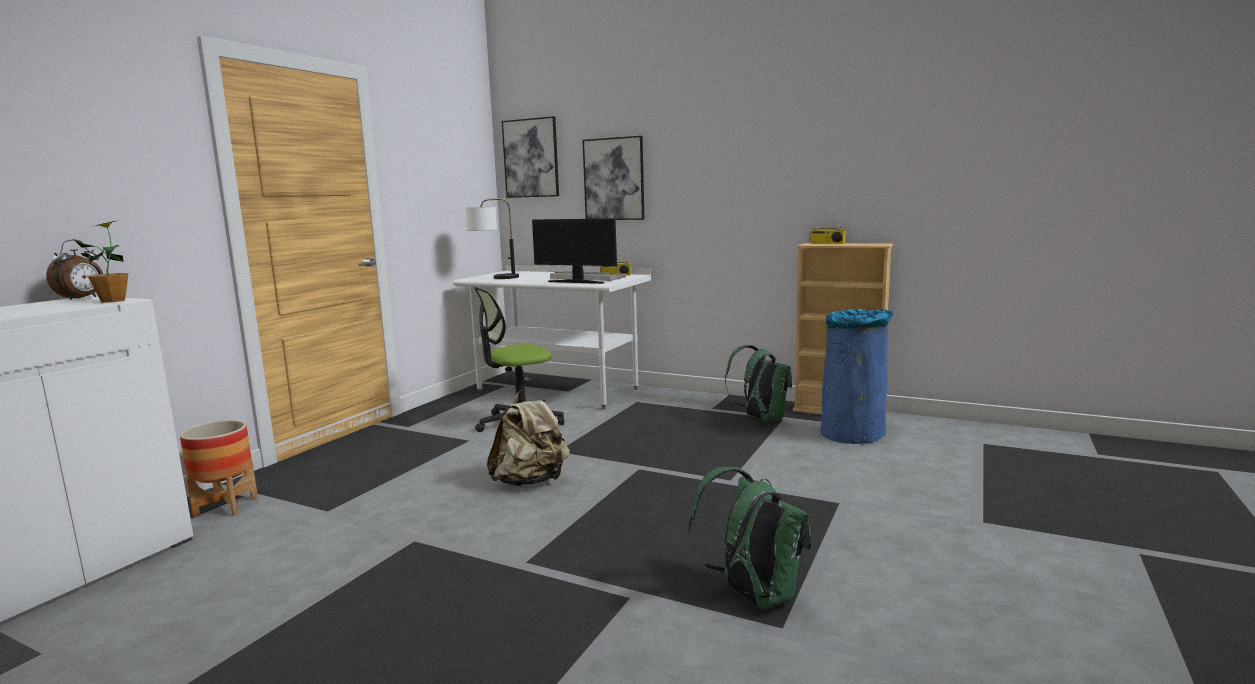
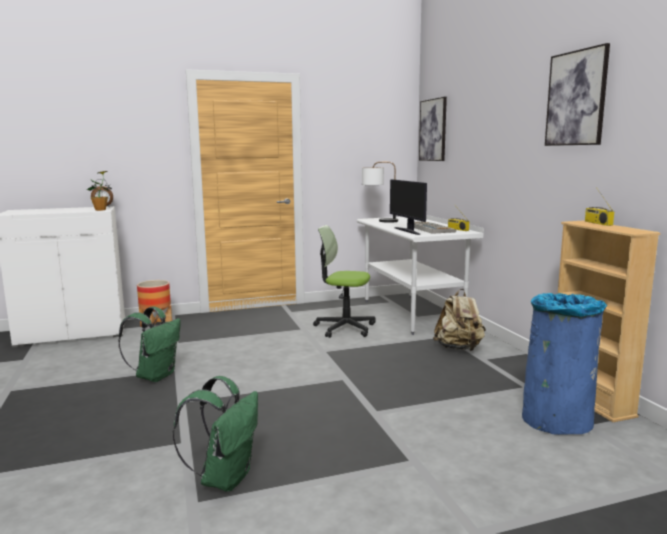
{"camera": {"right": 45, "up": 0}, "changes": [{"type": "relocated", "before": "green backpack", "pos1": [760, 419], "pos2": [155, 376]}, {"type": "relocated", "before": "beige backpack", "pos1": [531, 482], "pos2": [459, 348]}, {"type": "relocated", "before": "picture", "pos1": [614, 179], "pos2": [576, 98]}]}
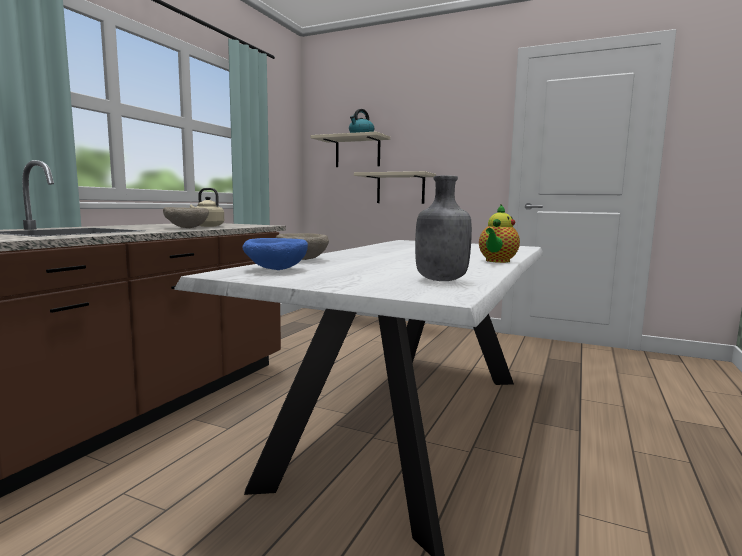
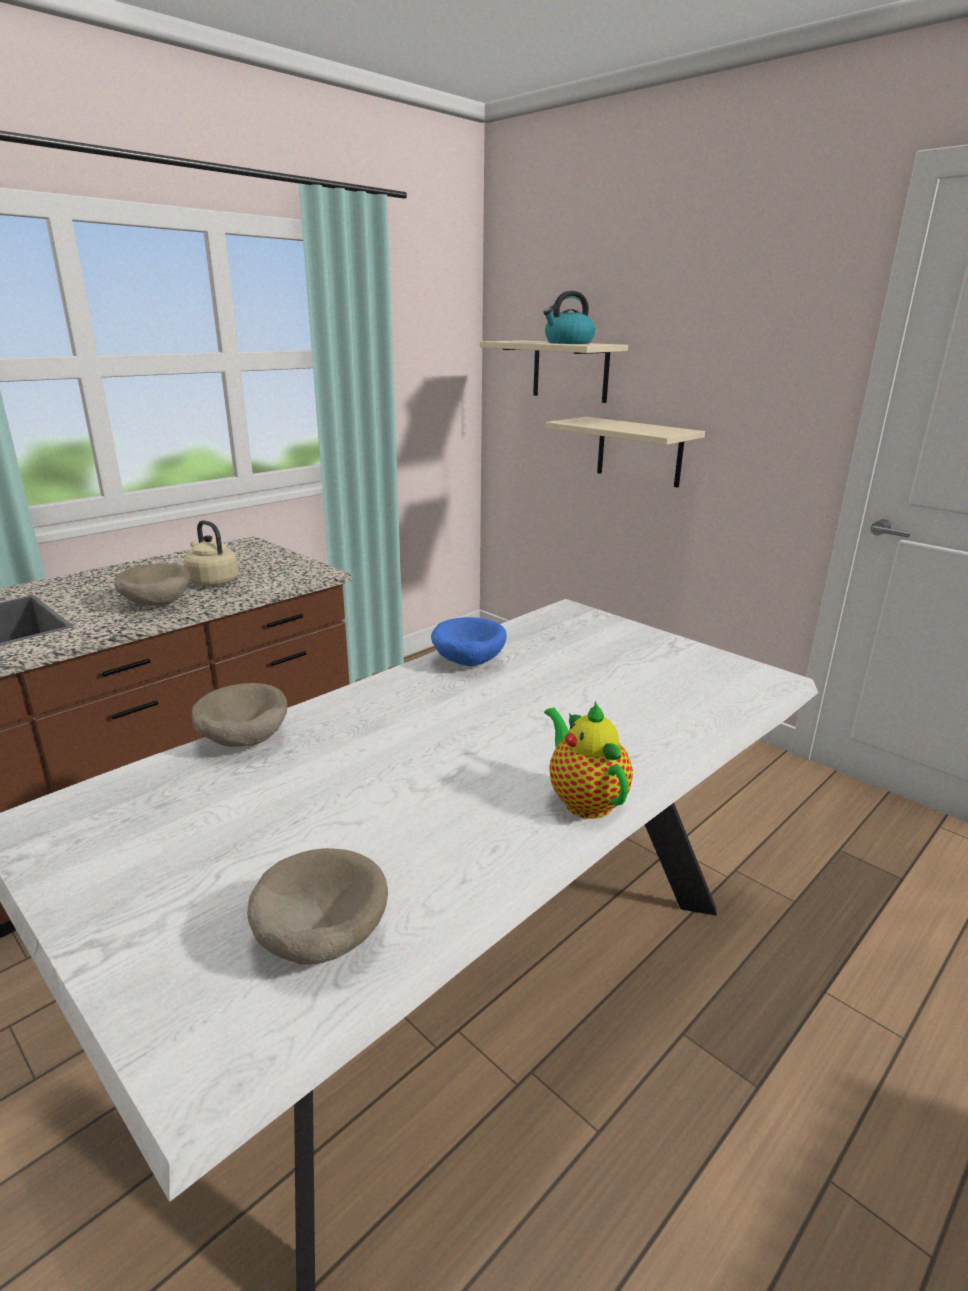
{"camera": {"right": 20, "up": 15}, "changes": [{"type": "exchanged", "before": "grey bottle", "after": "beige bowl", "pos1": [440, 280], "pos2": [319, 937]}, {"type": "relocated", "before": "blue bowl", "pos1": [274, 269], "pos2": [467, 661]}, {"type": "spun", "before": "teapot", "pos1": [497, 261], "pos2": [584, 800], "turn": 105}]}
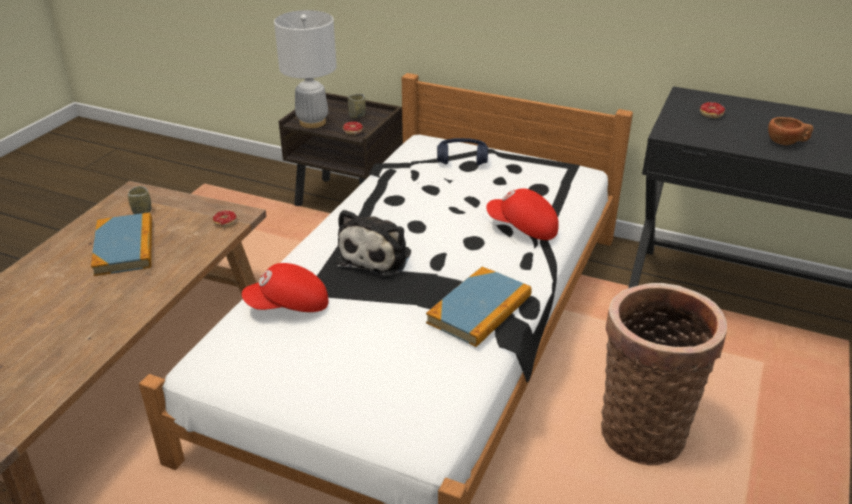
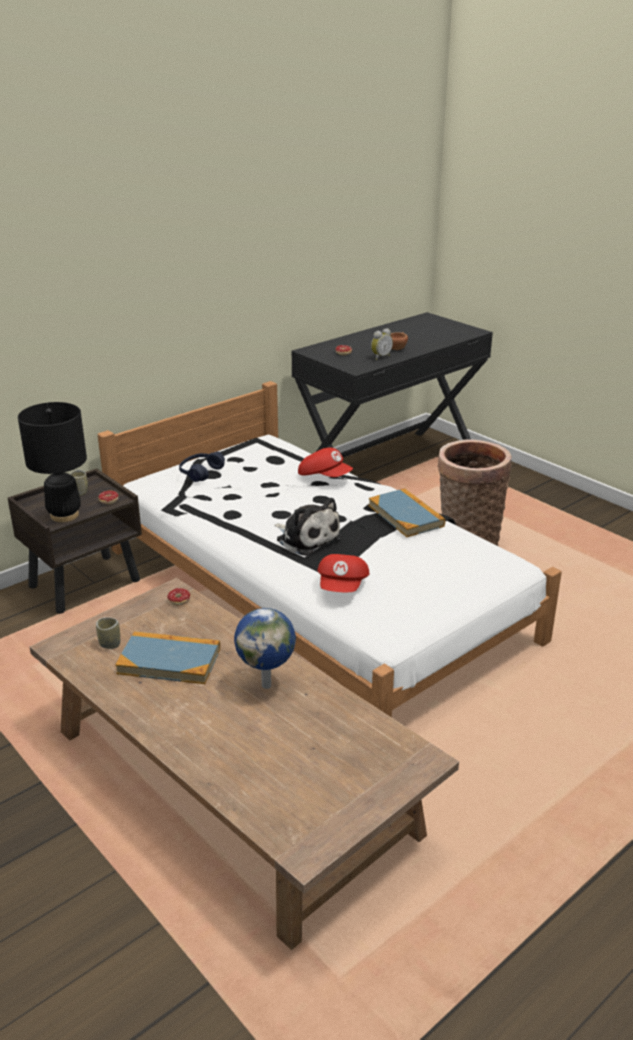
{"camera": {"right": -65, "up": -5}, "changes": [{"type": "colour", "before": "white table lamp", "after": "black table lamp", "pos1": [312, 122], "pos2": [64, 515]}, {"type": "appeared", "after": "globe", "pos2": [267, 684]}, {"type": "spun", "before": "red cap", "pos1": [522, 228], "pos2": [324, 476], "turn": -105}, {"type": "appeared", "after": "alarm clock", "pos2": [380, 357]}]}
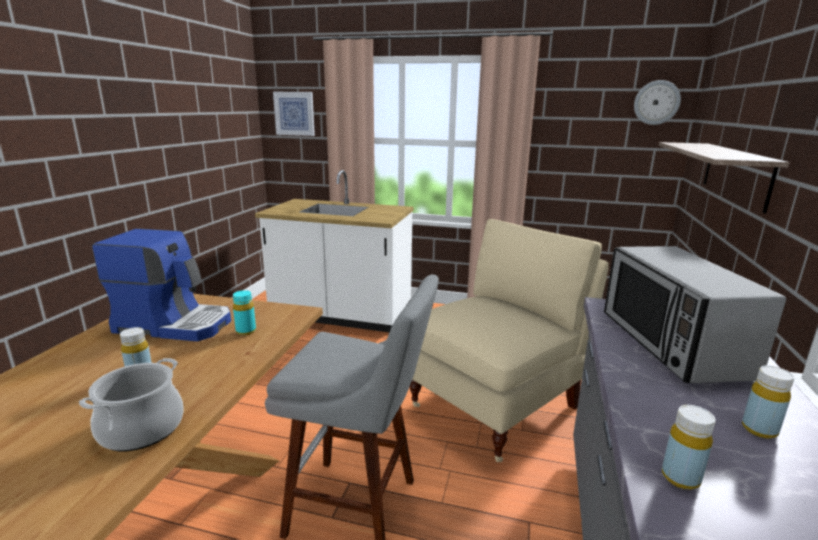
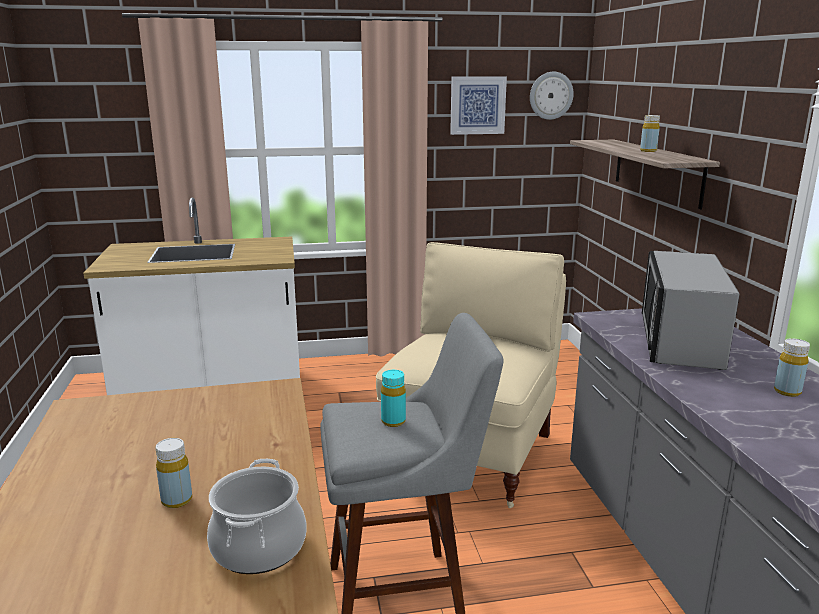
{"camera": {"right": -25, "up": 0}, "changes": [{"type": "relocated", "before": "turquoise bottle", "pos1": [246, 331], "pos2": [393, 421]}, {"type": "relocated", "before": "picture", "pos1": [294, 113], "pos2": [477, 105]}, {"type": "relocated", "before": "yellow bottle", "pos1": [680, 478], "pos2": [648, 151]}, {"type": "spun", "before": "microwave", "pos1": [671, 344], "pos2": [679, 341], "turn": 45}, {"type": "missing", "before": "coffee machine", "pos1": [175, 324]}]}
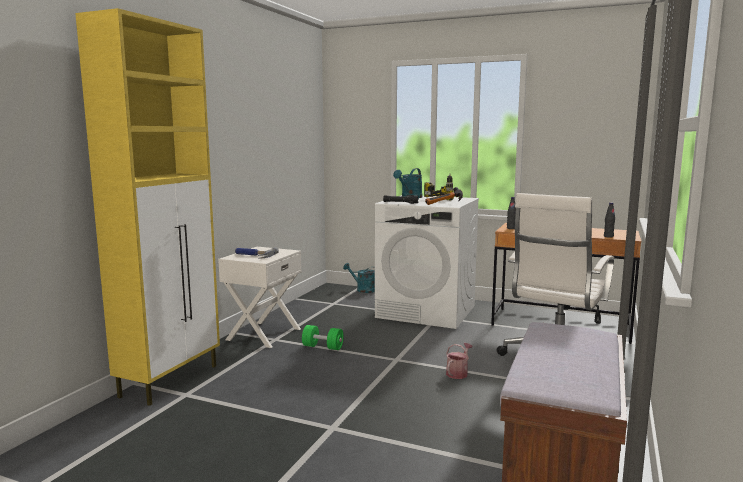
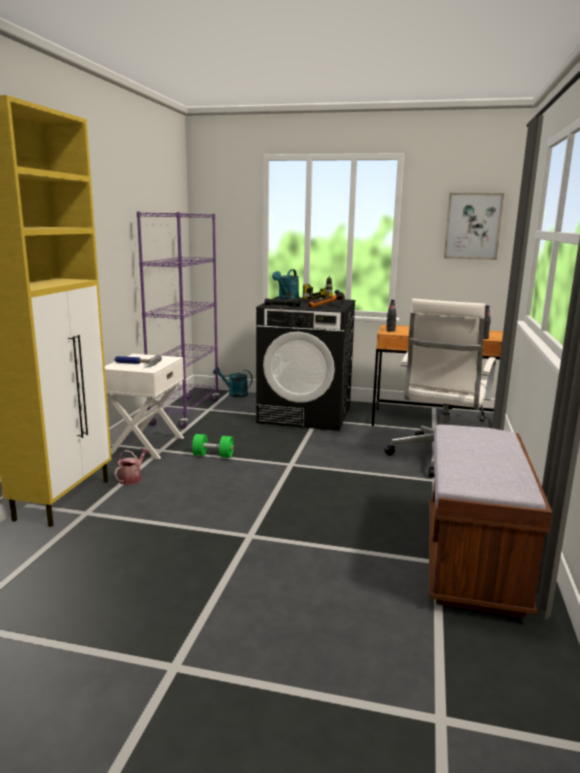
{"camera": {"right": -10, "up": 5}, "changes": [{"type": "relocated", "before": "watering can", "pos1": [458, 373], "pos2": [132, 478]}, {"type": "appeared", "after": "purple bookcase", "pos2": [185, 412]}, {"type": "colour", "before": "white washing machine", "after": "black washing machine", "pos1": [427, 311], "pos2": [306, 414]}, {"type": "appeared", "after": "picture", "pos2": [473, 226]}]}
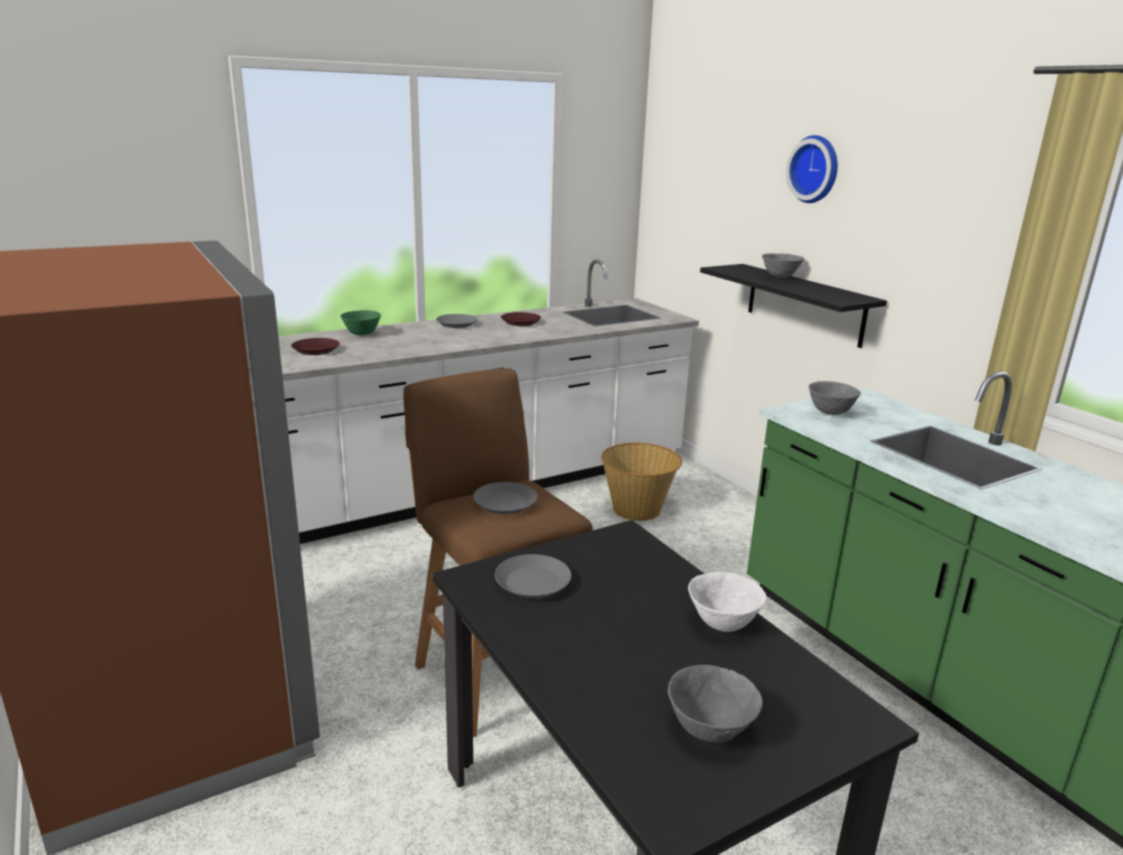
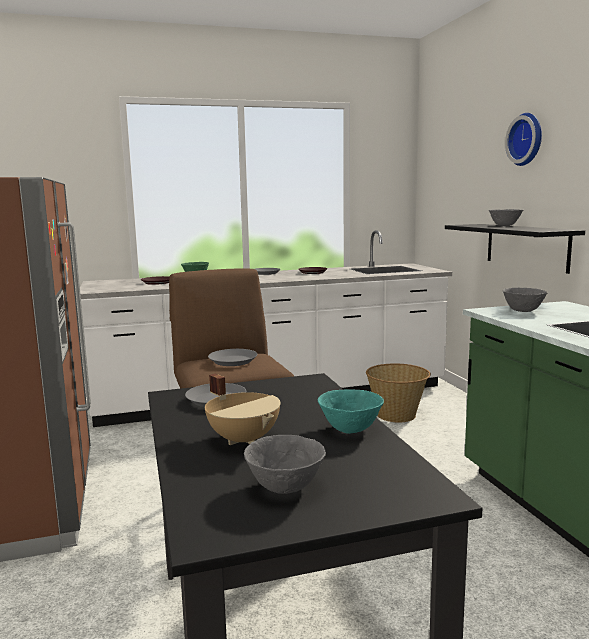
{"camera": {"right": 15, "up": -10}, "changes": [{"type": "appeared", "after": "beige cooking pot", "pos2": [244, 439]}, {"type": "colour", "before": "white bowl", "after": "turquoise bowl", "pos1": [722, 623], "pos2": [350, 429]}]}
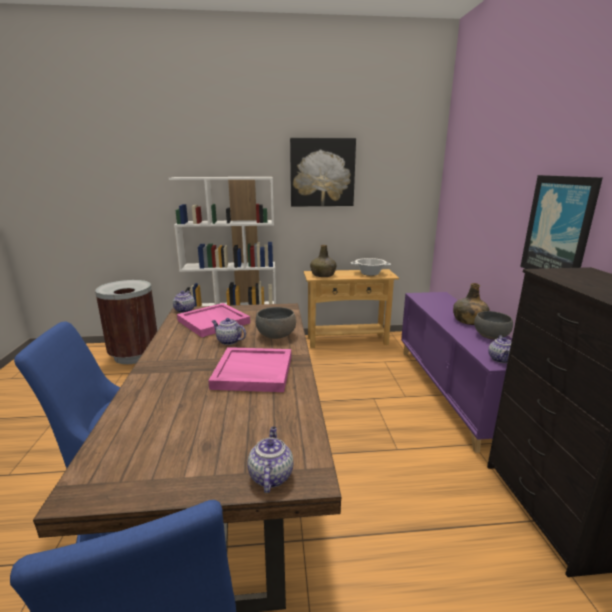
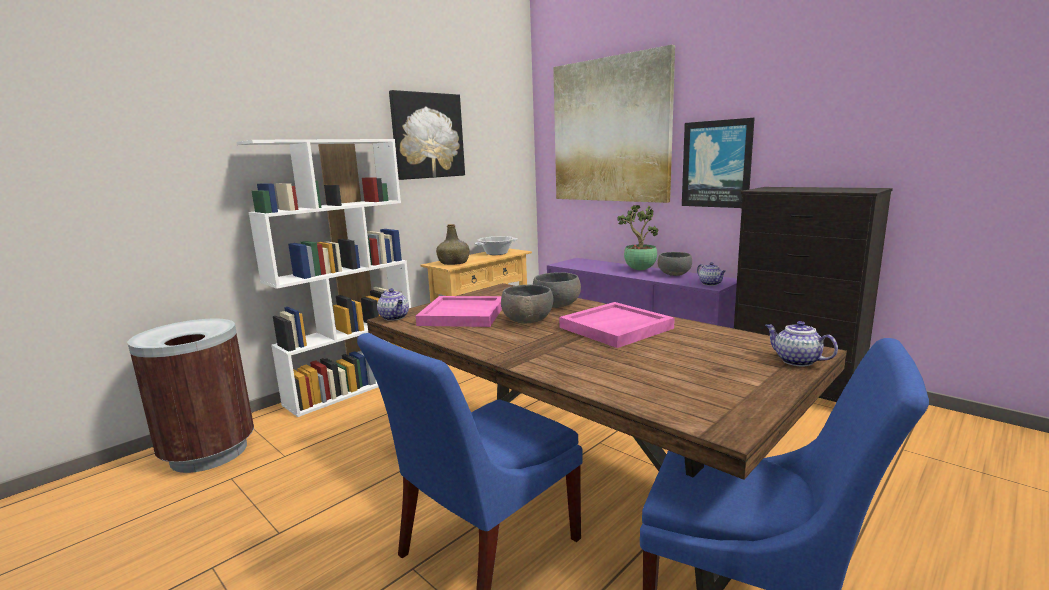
{"camera": {"right": -40, "up": -5}, "changes": [{"type": "exchanged", "before": "teapot", "after": "grey bowl", "pos1": [228, 341], "pos2": [527, 320]}, {"type": "appeared", "after": "picture", "pos2": [610, 131]}, {"type": "exchanged", "before": "green bottle", "after": "potted plant", "pos1": [468, 321], "pos2": [639, 270]}]}
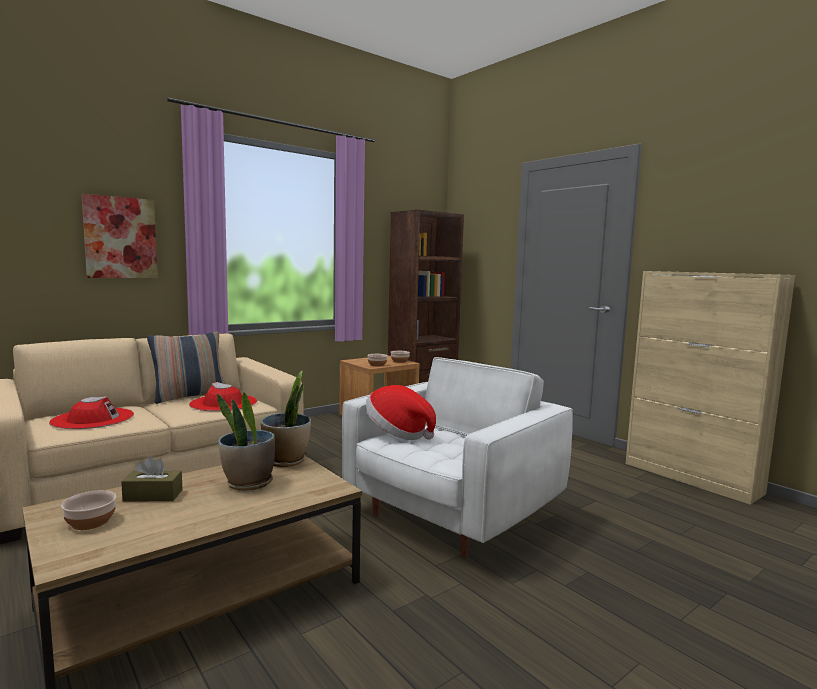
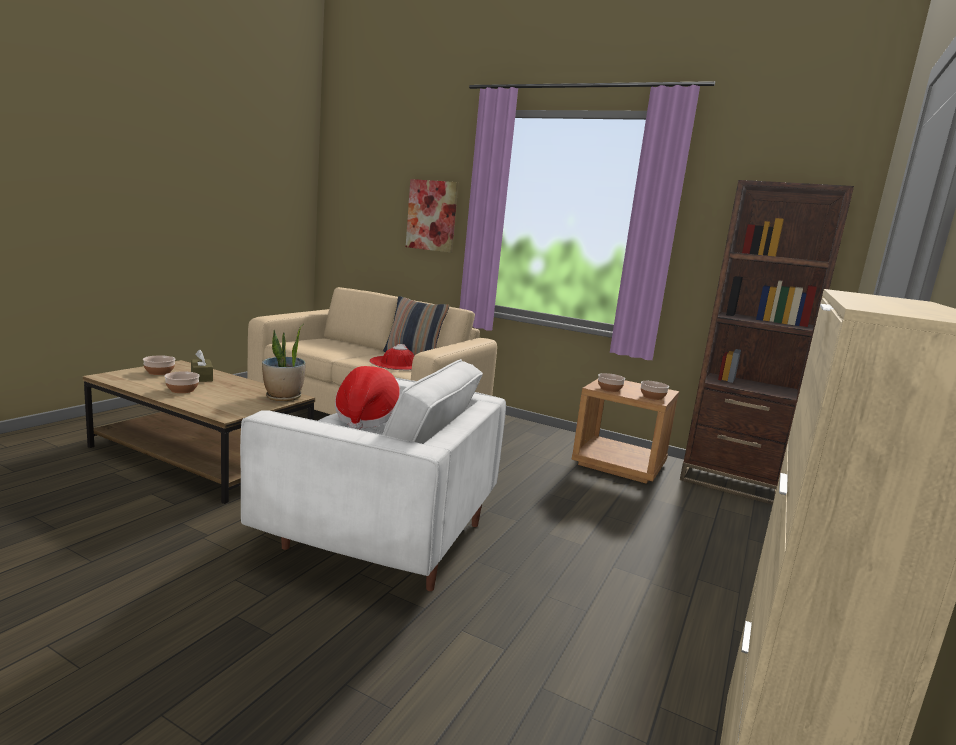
{"camera": {"right": 65, "up": 5}, "changes": [{"type": "appeared", "after": "bowl", "pos2": [182, 390]}, {"type": "missing", "before": "red hat", "pos1": [93, 419]}, {"type": "missing", "before": "potted plant", "pos1": [248, 483]}]}
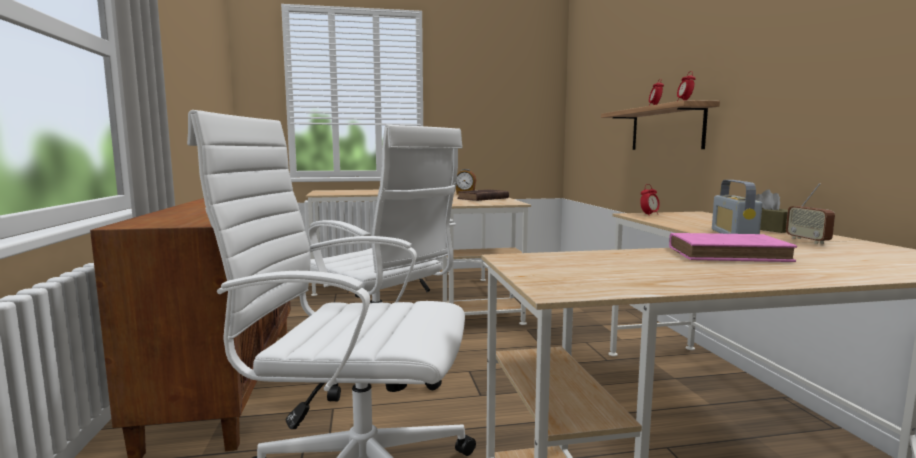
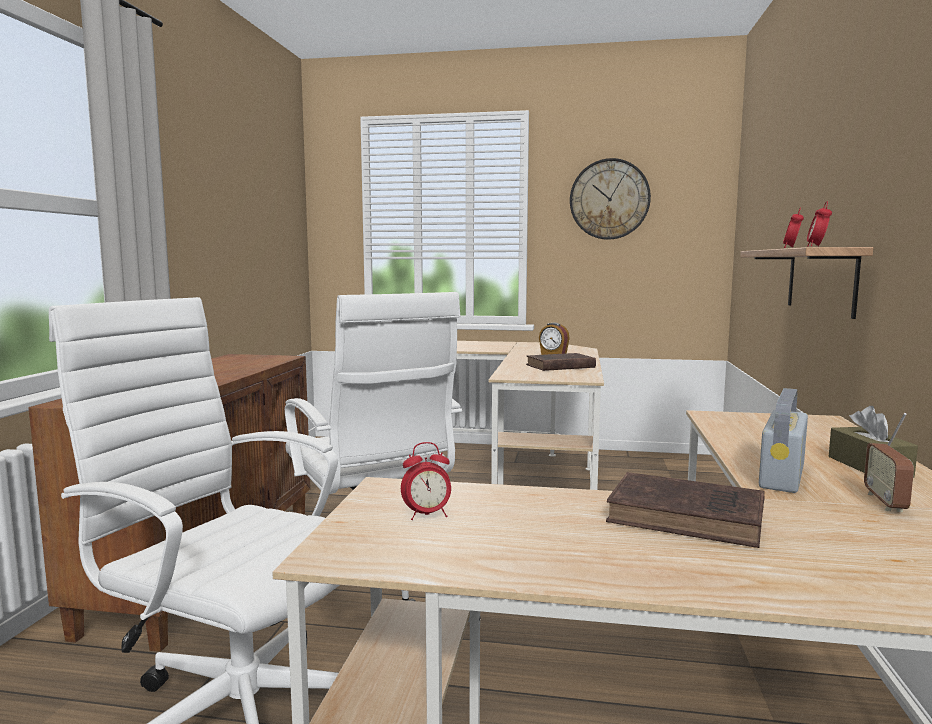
{"camera": {"right": 20, "up": 0}, "changes": [{"type": "relocated", "before": "alarm clock", "pos1": [649, 215], "pos2": [427, 515]}, {"type": "appeared", "after": "wall clock", "pos2": [609, 199]}, {"type": "colour", "before": "pink book", "after": "brown book", "pos1": [730, 254], "pos2": [690, 518]}]}
